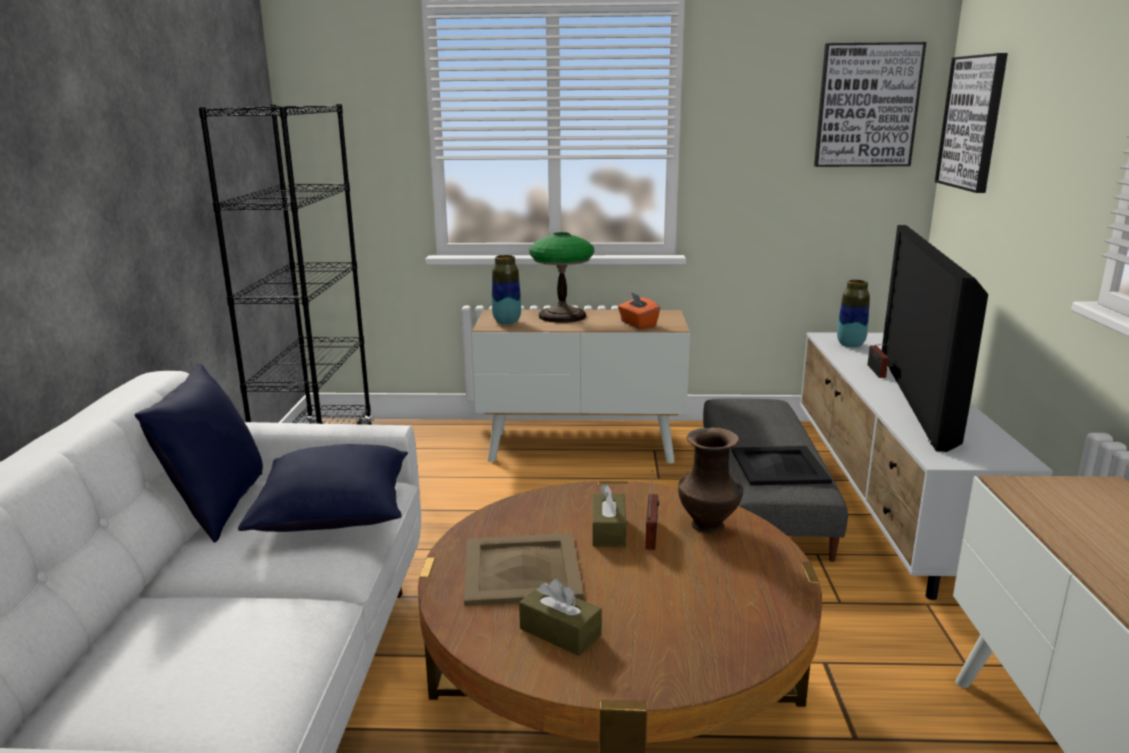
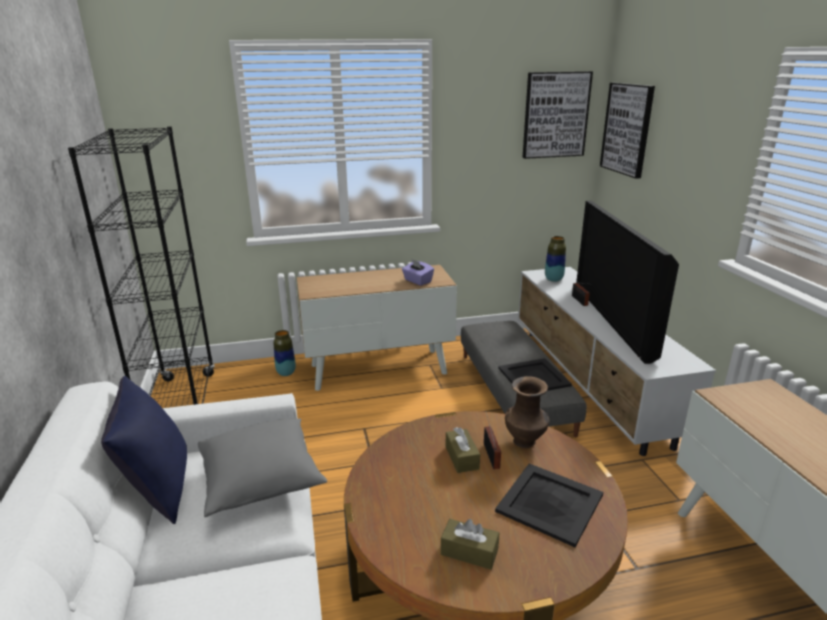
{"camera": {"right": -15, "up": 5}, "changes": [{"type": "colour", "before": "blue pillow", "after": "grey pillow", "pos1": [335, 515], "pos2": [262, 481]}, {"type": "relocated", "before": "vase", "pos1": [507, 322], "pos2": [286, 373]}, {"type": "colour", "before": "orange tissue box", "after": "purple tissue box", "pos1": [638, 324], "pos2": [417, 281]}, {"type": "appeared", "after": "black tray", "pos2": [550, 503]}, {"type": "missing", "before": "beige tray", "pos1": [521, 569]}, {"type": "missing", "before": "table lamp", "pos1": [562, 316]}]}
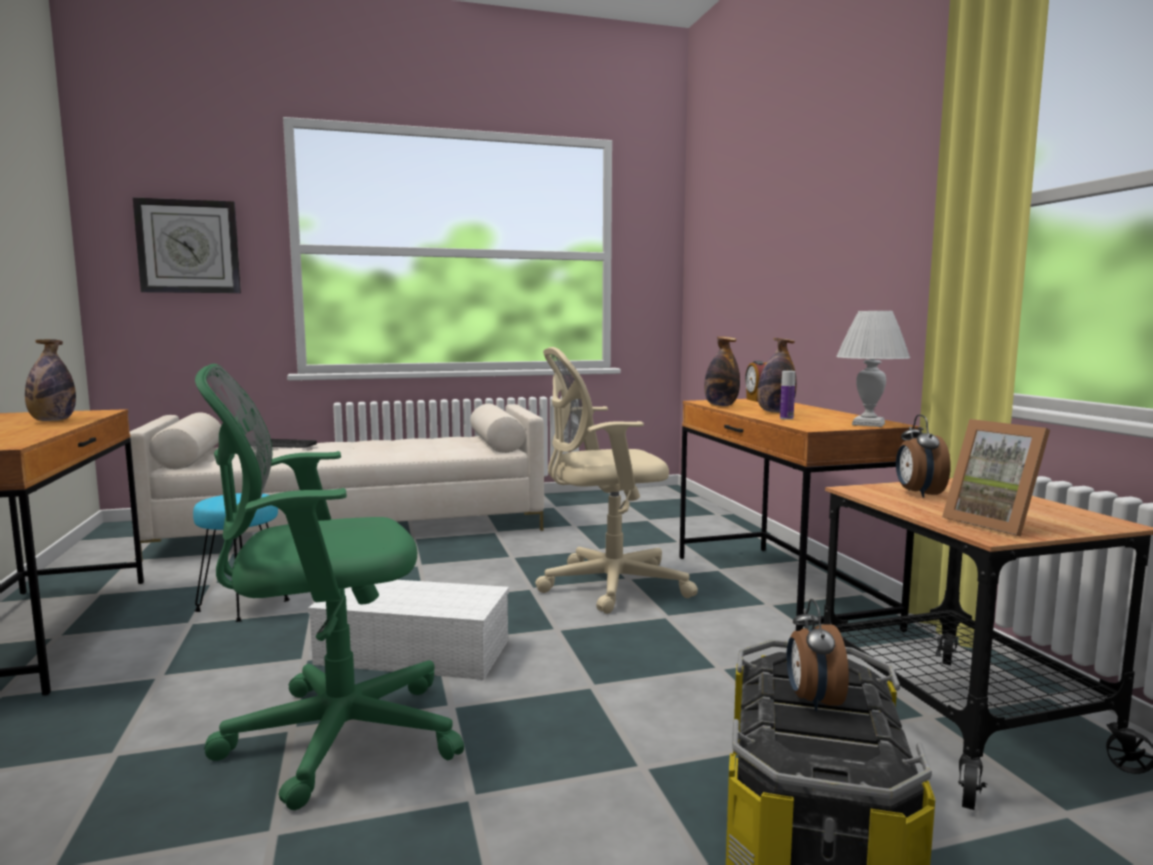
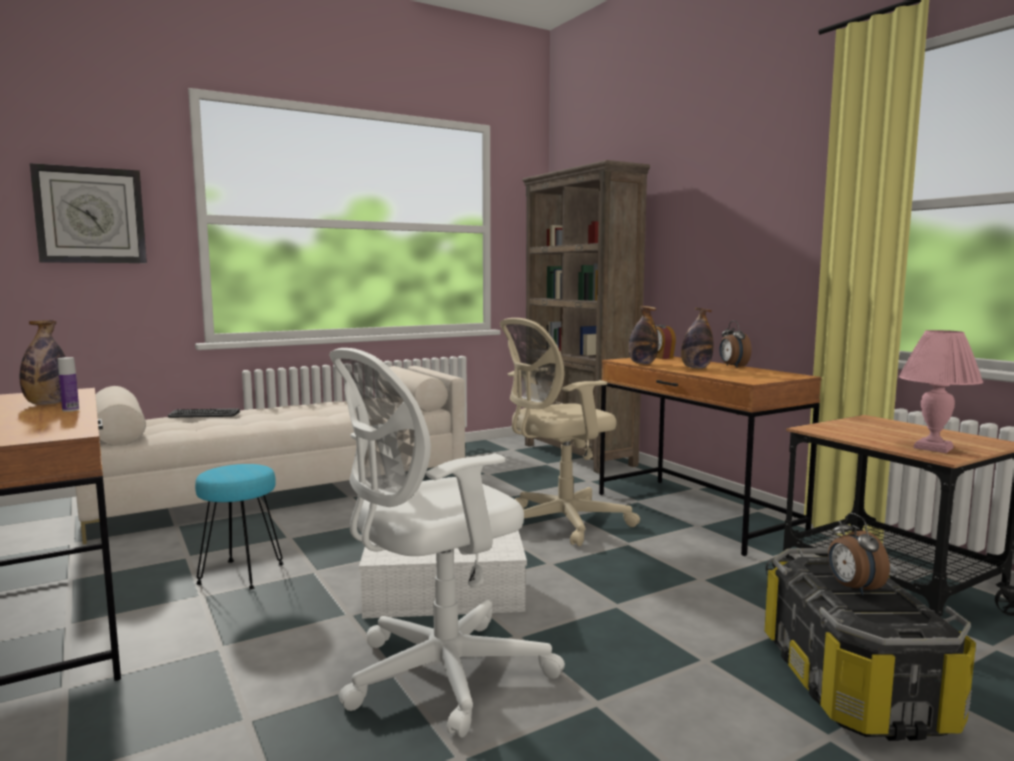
{"camera": {"right": -15, "up": 0}, "changes": [{"type": "relocated", "before": "bottle", "pos1": [786, 418], "pos2": [70, 410]}, {"type": "colour", "before": "green office chair", "after": "white office chair", "pos1": [330, 737], "pos2": [437, 676]}, {"type": "appeared", "after": "brown bookcase", "pos2": [578, 455]}, {"type": "relocated", "before": "alarm clock", "pos1": [918, 494], "pos2": [732, 366]}, {"type": "exchanged", "before": "picture frame", "after": "pink table lamp", "pos1": [995, 523], "pos2": [934, 448]}, {"type": "missing", "before": "white table lamp", "pos1": [867, 424]}]}
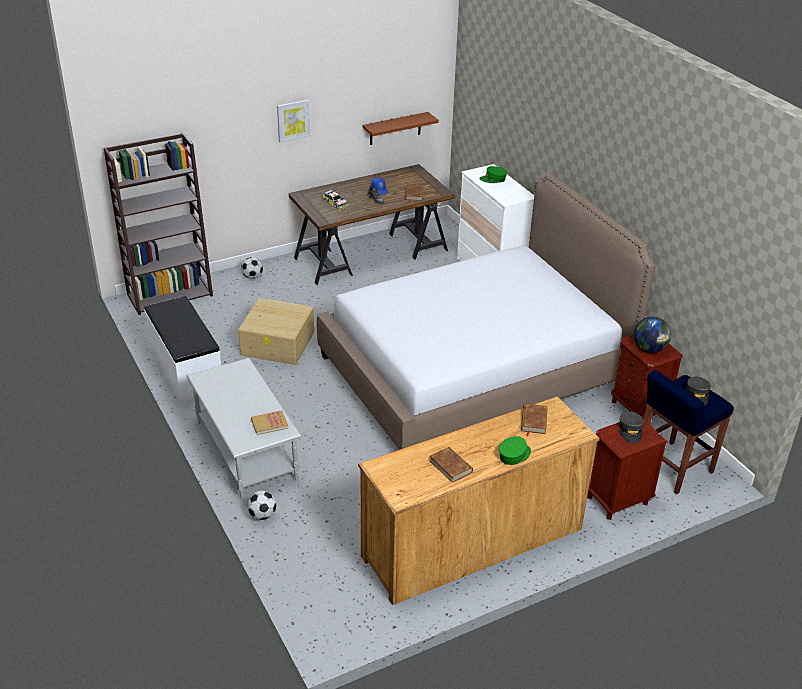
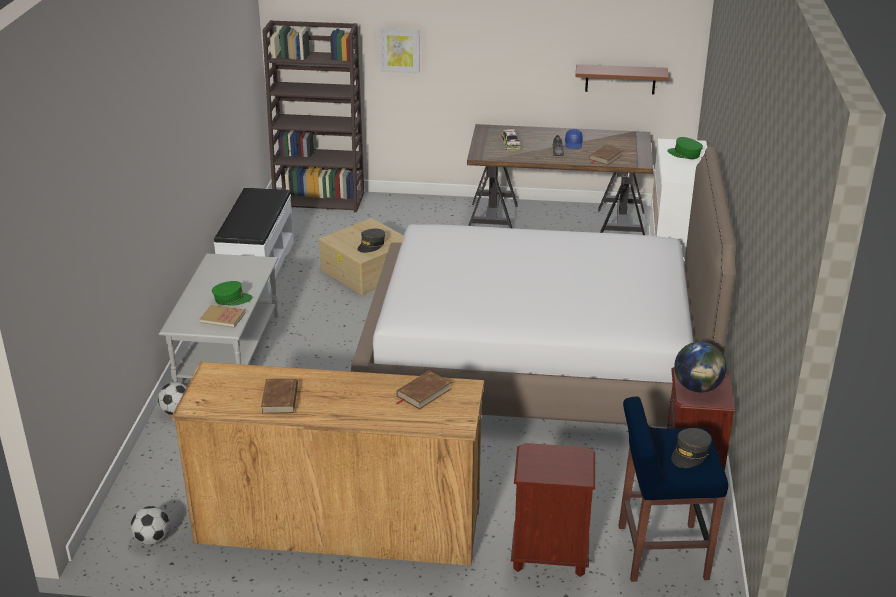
{"camera": {"right": 35, "up": -5}, "changes": [{"type": "relocated", "before": "football", "pos1": [252, 277], "pos2": [152, 539]}, {"type": "relocated", "before": "green cap", "pos1": [514, 455], "pos2": [232, 299]}, {"type": "relocated", "before": "grey cap", "pos1": [630, 431], "pos2": [371, 245]}, {"type": "relocated", "before": "picture", "pos1": [293, 120], "pos2": [400, 50]}]}
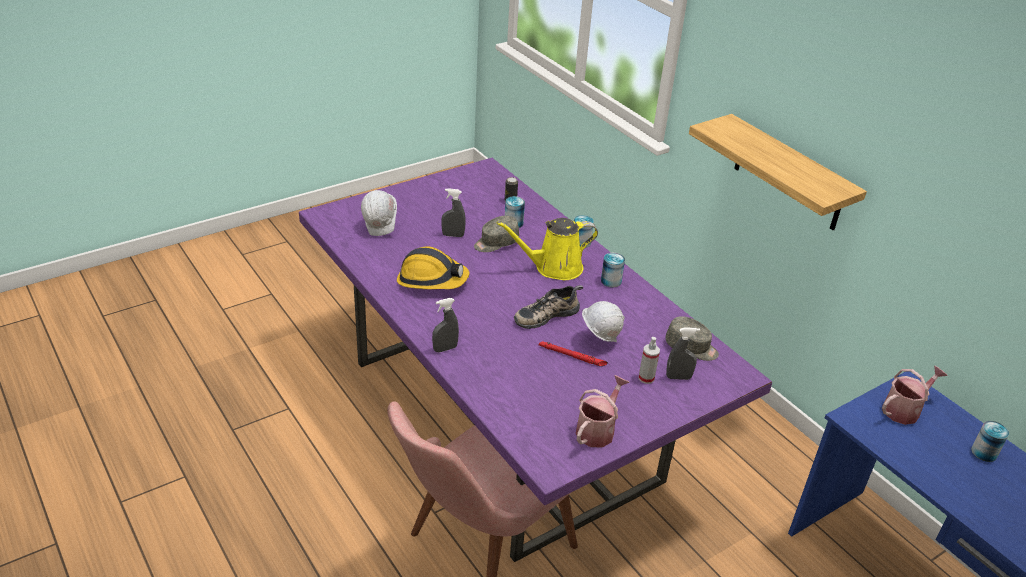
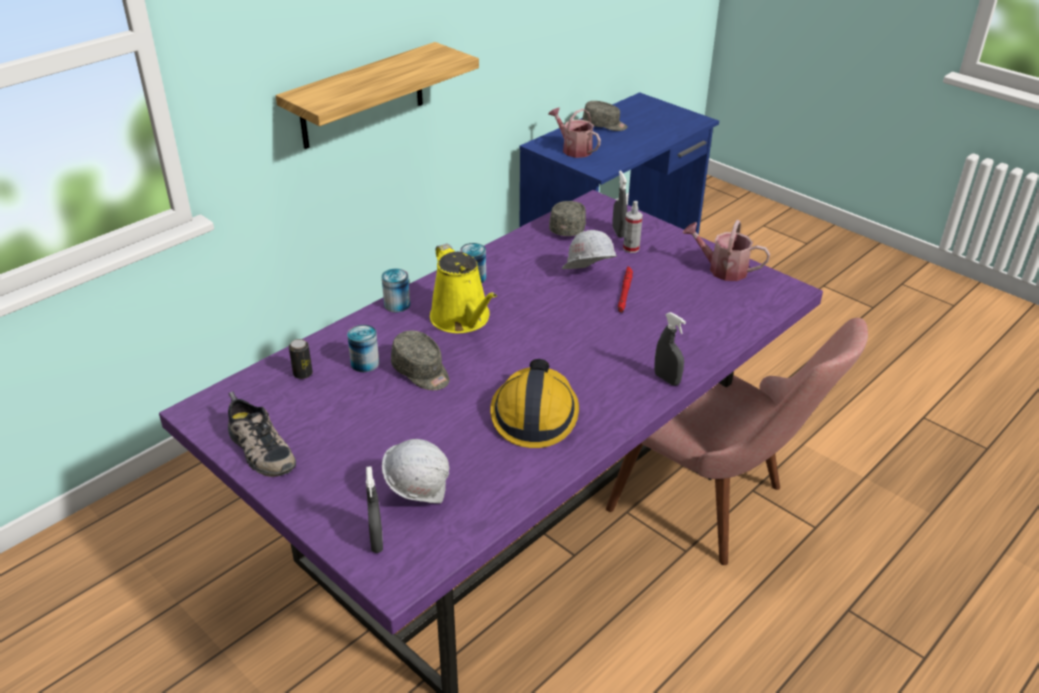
{"camera": {"right": -100, "up": 0}, "changes": [{"type": "relocated", "before": "shoe", "pos1": [546, 314], "pos2": [258, 449]}, {"type": "relocated", "before": "grey spray bottle", "pos1": [453, 235], "pos2": [376, 541]}, {"type": "exchanged", "before": "can", "after": "grey cap", "pos1": [984, 452], "pos2": [604, 125]}]}
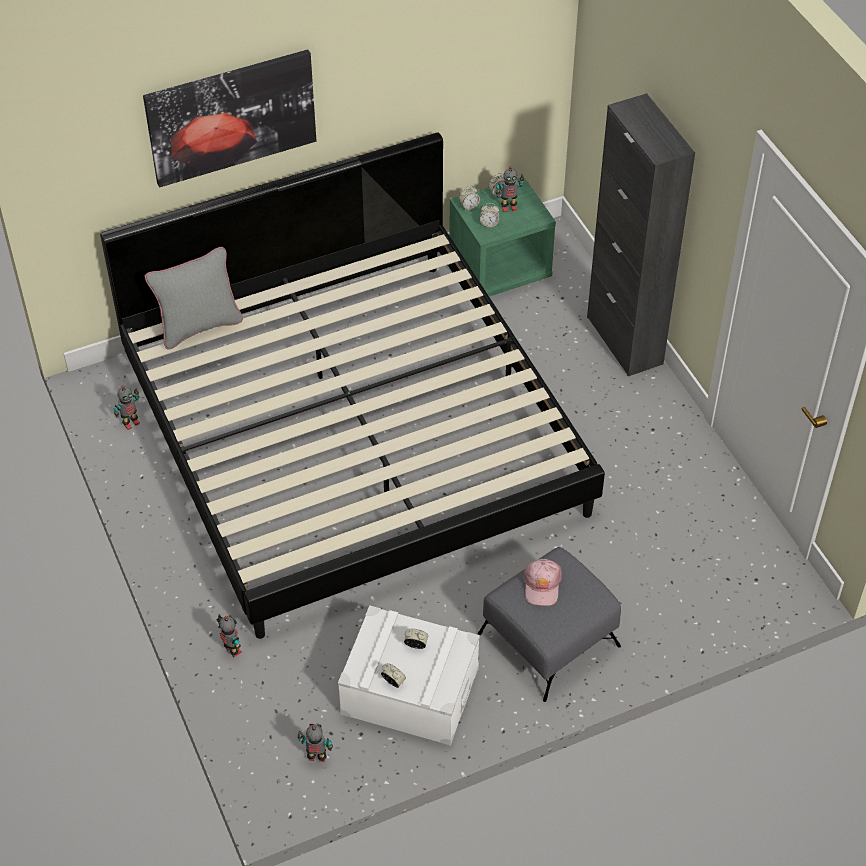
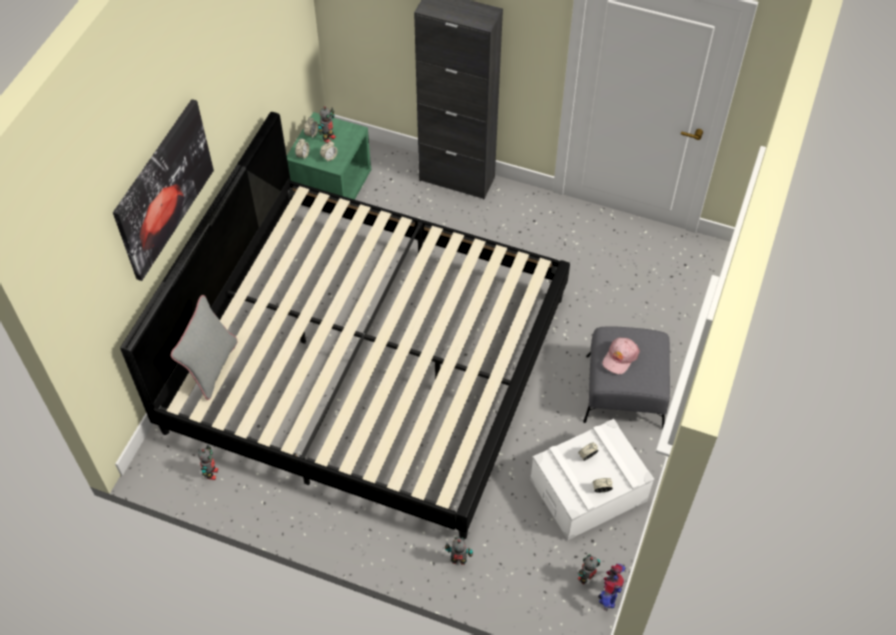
{"camera": {"right": -45, "up": 5}, "changes": [{"type": "appeared", "after": "toy robot", "pos2": [609, 595]}, {"type": "spun", "before": "pink cap", "pos1": [542, 585], "pos2": [620, 357], "turn": 75}]}
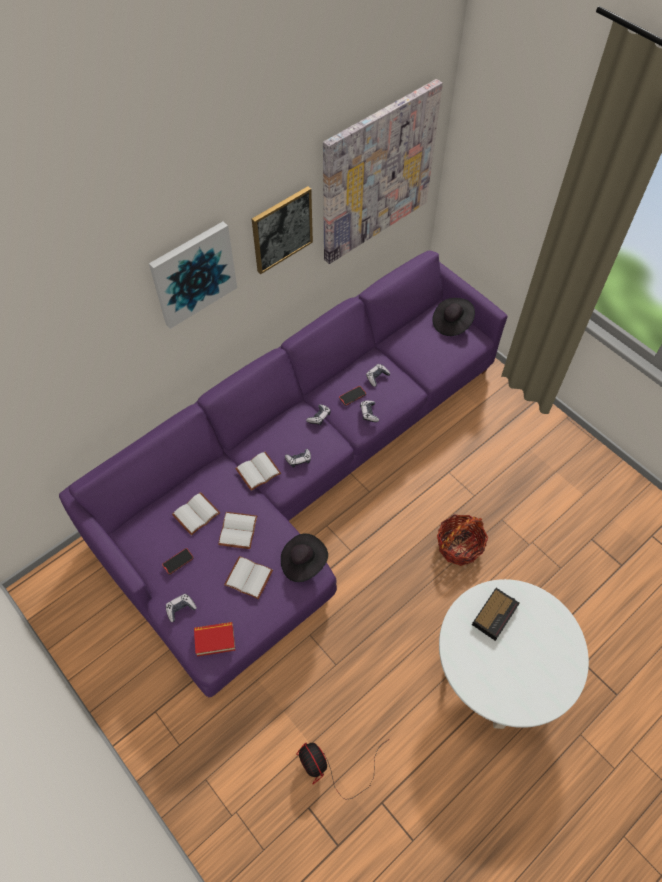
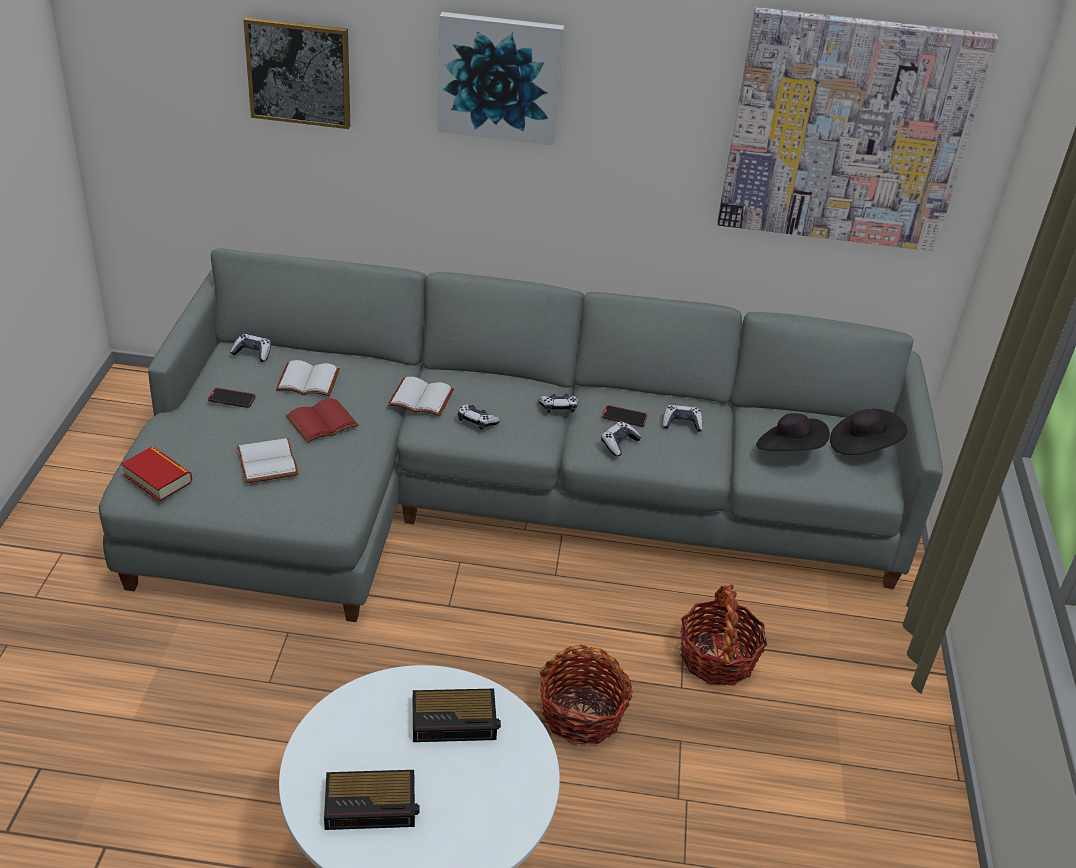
{"camera": {"right": 45, "up": -20}, "changes": [{"type": "colour", "before": "purple sofa", "after": "grey sofa", "pos1": [295, 479], "pos2": [492, 498]}, {"type": "relocated", "before": "game controller", "pos1": [180, 608], "pos2": [252, 353]}, {"type": "relocated", "before": "picture", "pos1": [282, 229], "pos2": [299, 72]}, {"type": "colour", "before": "white book", "after": "red book", "pos1": [239, 531], "pos2": [322, 423]}, {"type": "appeared", "after": "alarm clock", "pos2": [372, 805]}, {"type": "appeared", "after": "basket", "pos2": [717, 658]}, {"type": "relocated", "before": "black hat", "pos1": [303, 562], "pos2": [789, 451]}, {"type": "missing", "before": "fan", "pos1": [330, 767]}]}
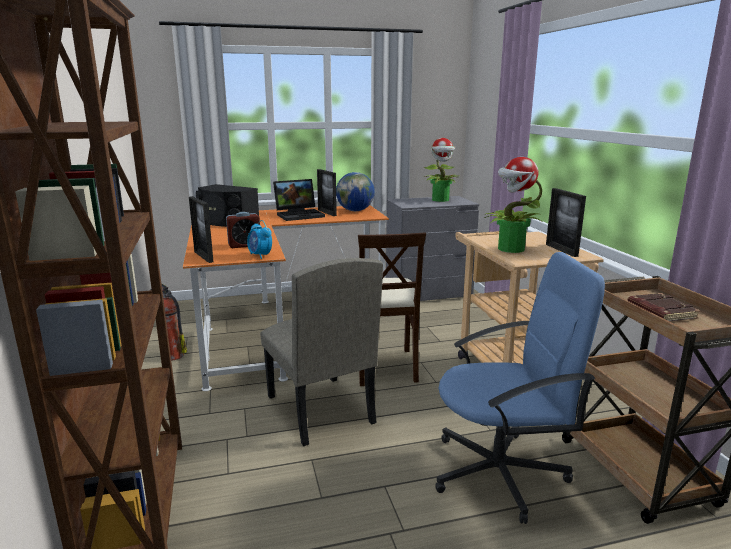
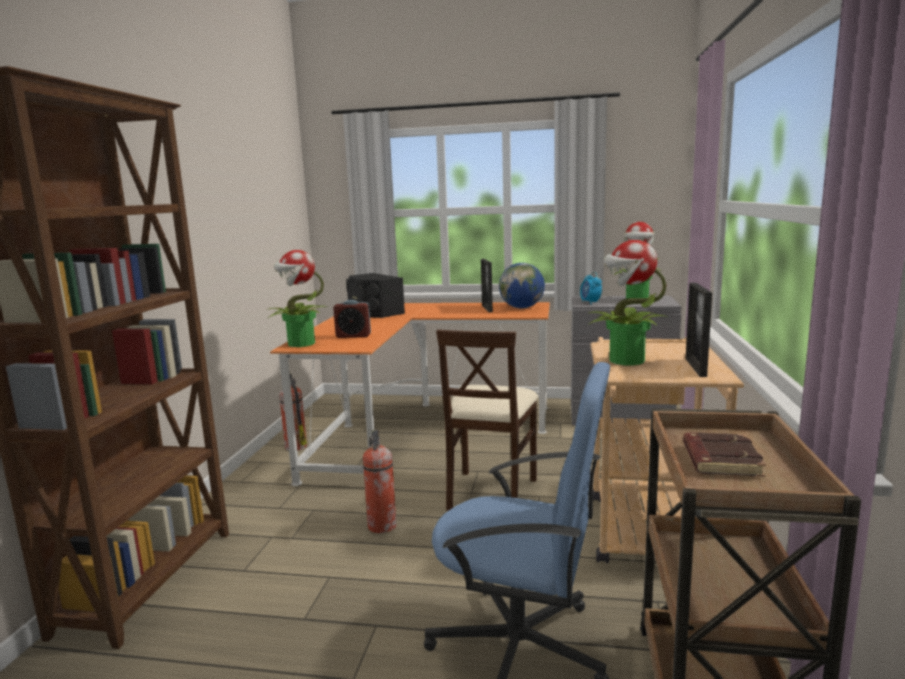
{"camera": {"right": 25, "up": -5}, "changes": [{"type": "exchanged", "before": "picture frame", "after": "potted plant", "pos1": [203, 257], "pos2": [300, 344]}, {"type": "exchanged", "before": "beige chair", "after": "fire extinguisher", "pos1": [319, 409], "pos2": [382, 526]}, {"type": "relocated", "before": "alarm clock", "pos1": [260, 255], "pos2": [590, 302]}, {"type": "missing", "before": "laptop", "pos1": [300, 215]}]}
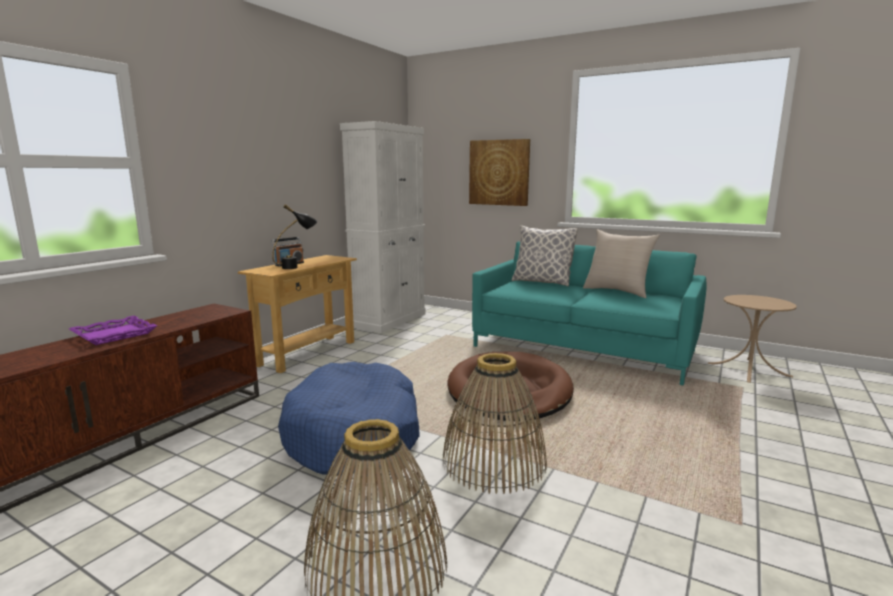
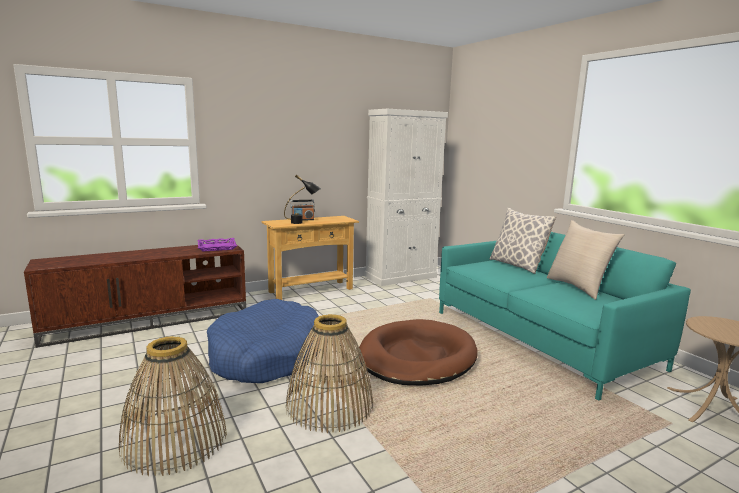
{"camera": {"right": 30, "up": 0}, "changes": [{"type": "relocated", "before": "purple tray", "pos1": [114, 334], "pos2": [217, 247]}, {"type": "missing", "before": "picture", "pos1": [499, 172]}]}
